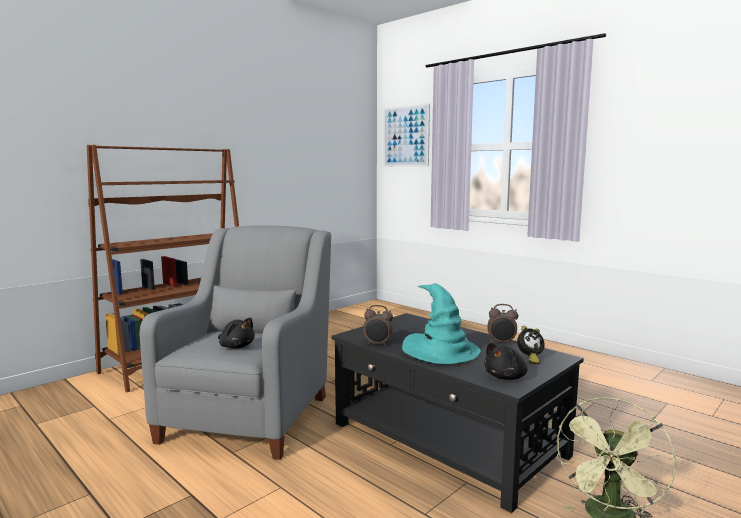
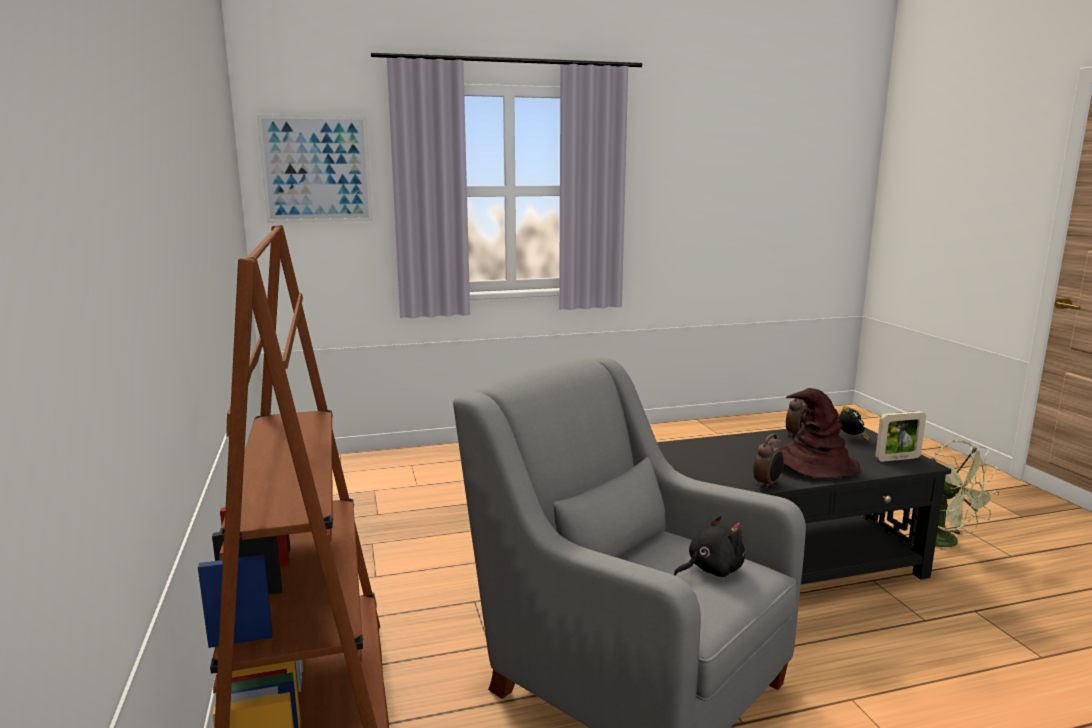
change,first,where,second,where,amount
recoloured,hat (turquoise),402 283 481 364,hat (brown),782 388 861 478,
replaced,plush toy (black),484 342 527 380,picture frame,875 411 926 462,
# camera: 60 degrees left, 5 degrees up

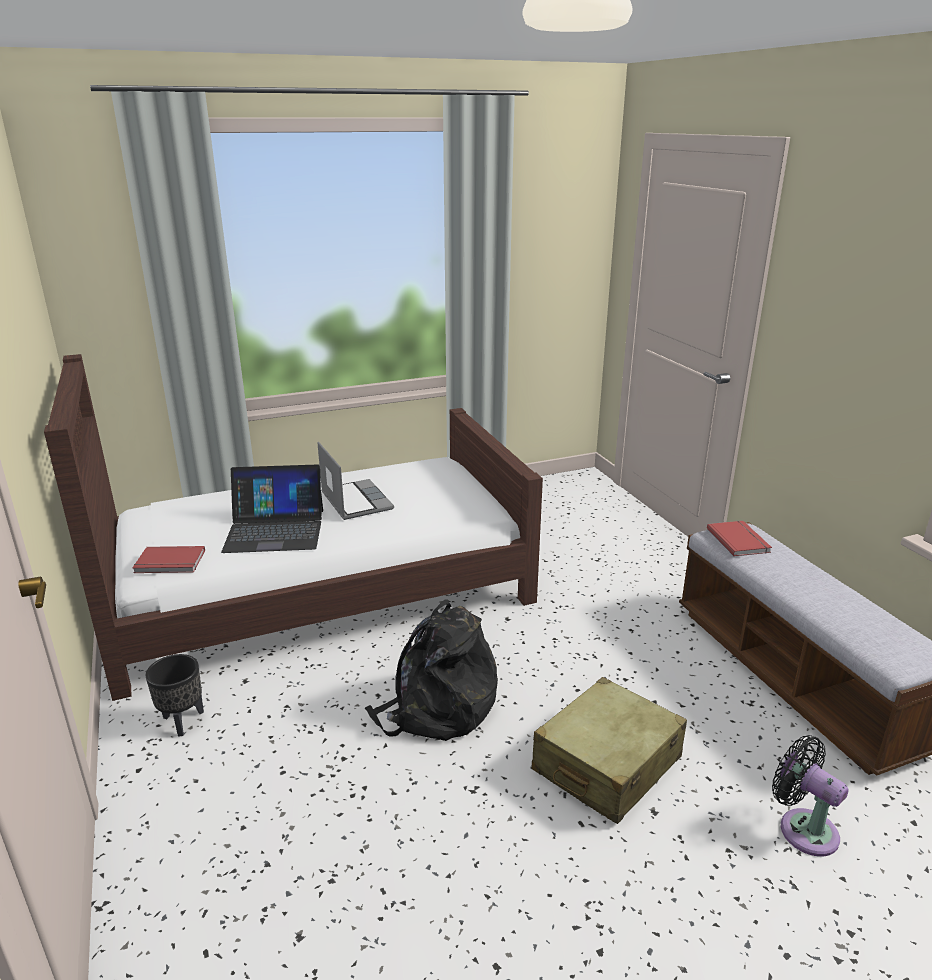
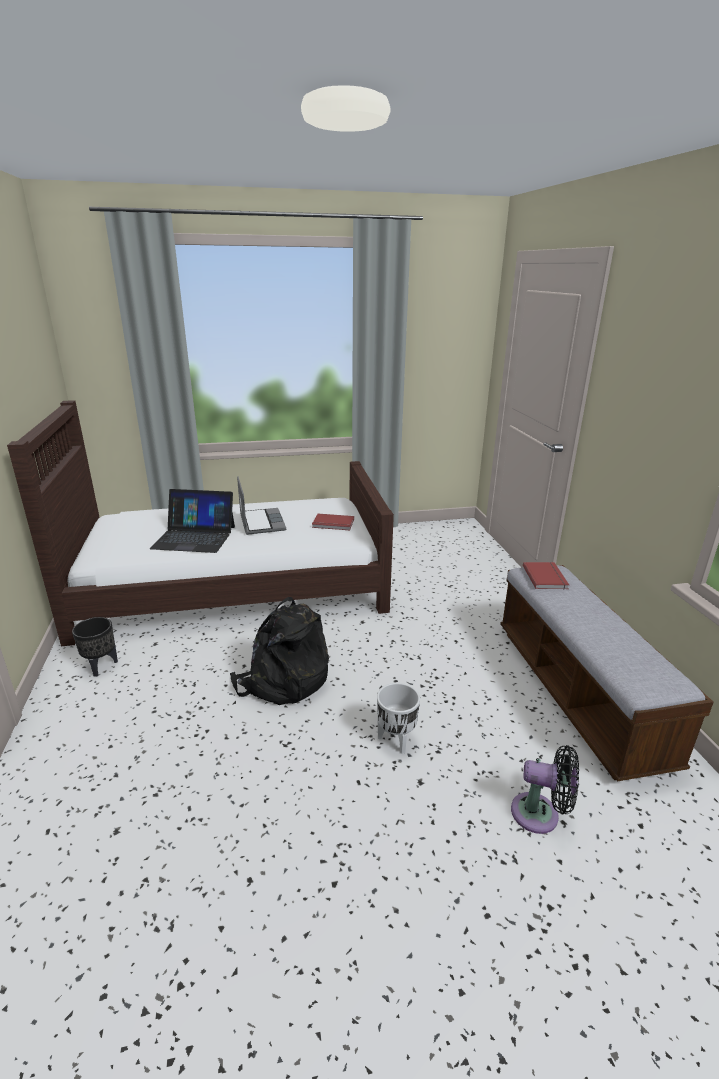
change,first,where,second,where,amount
moved,book (red),132 546 205 573,,312 514 354 530,
replaced,suitcase (beige),532 677 687 824,planter (white),377 683 420 754,
turned,fan (black),772 735 849 857,,511 745 579 834,135 degrees clockwise
# camera: 10 degrees right, 0 degrees up

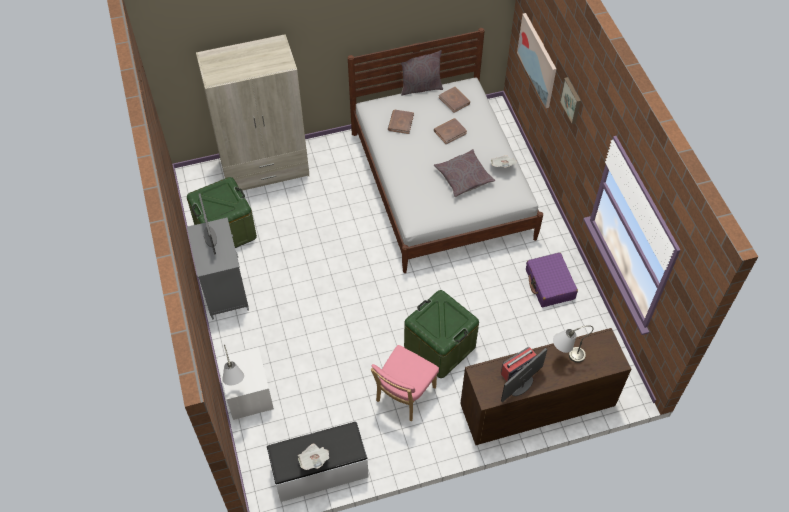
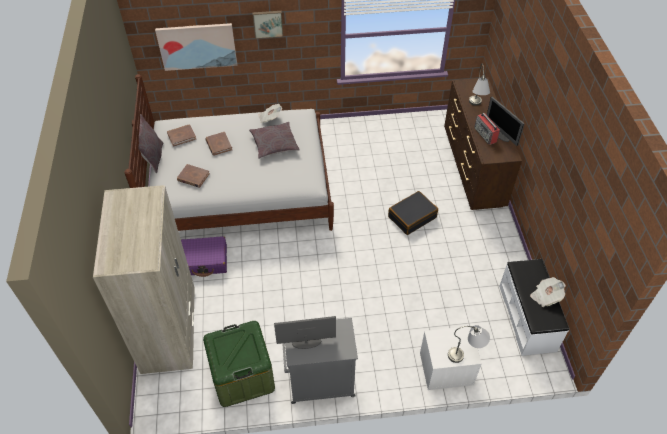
change,first,where,second,where,amount
removed,chair (pink),371 345 439 421,,,
replaced,storage box (green),404 290 479 378,suitcase (black),388 191 438 235,
moved,suitcase (purple),526 253 578 307,,181 236 227 277,
# camera: 80 degrees left, 5 degrees down

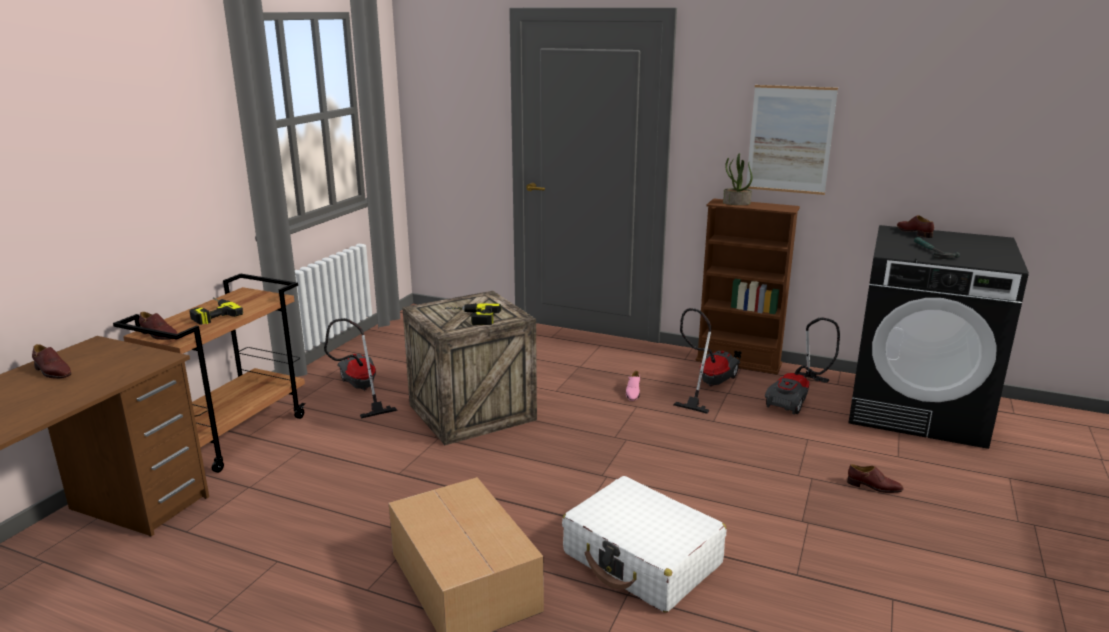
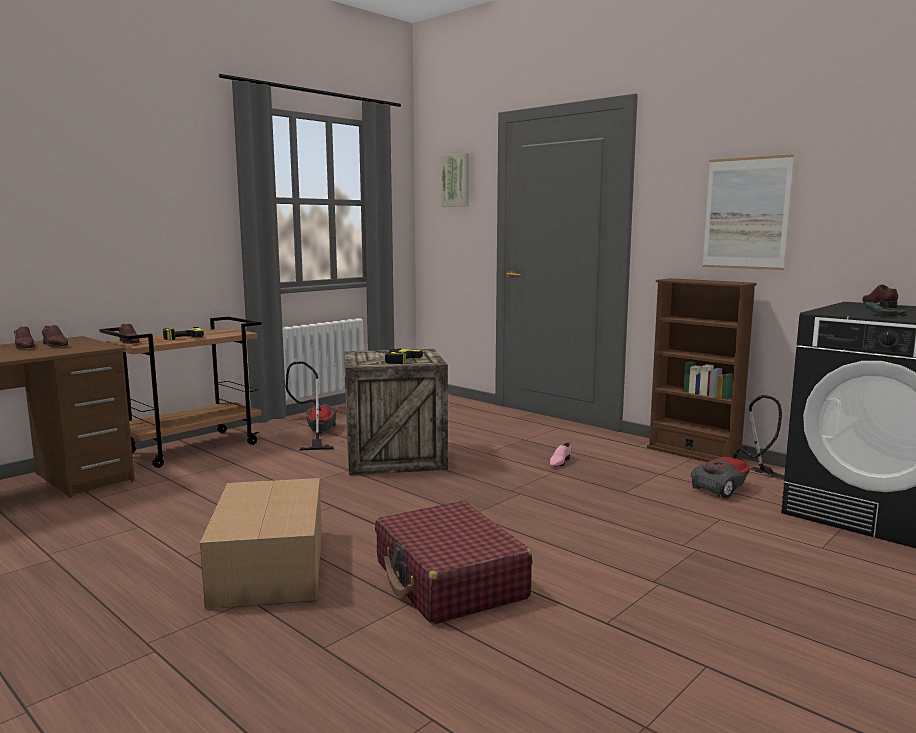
change,first,where,second,where,amount
recoloured,suitcase (white),562 476 726 612,suitcase (red),375 501 533 625,
removed,vacuum cleaner,673 308 740 414,,,
removed,potted plant,723 153 752 205,,,
moved,shoe (brown),847 464 904 493,,42 325 68 347,
added,,,picture,441 153 469 207,
# camera: 20 degrees right, 10 degrees down

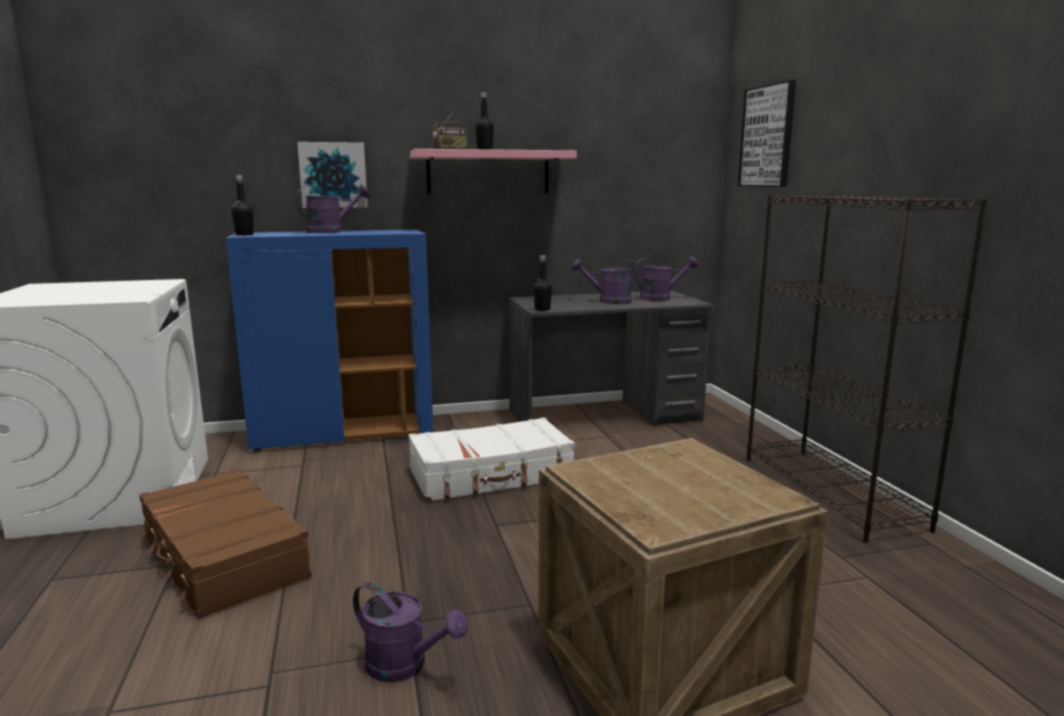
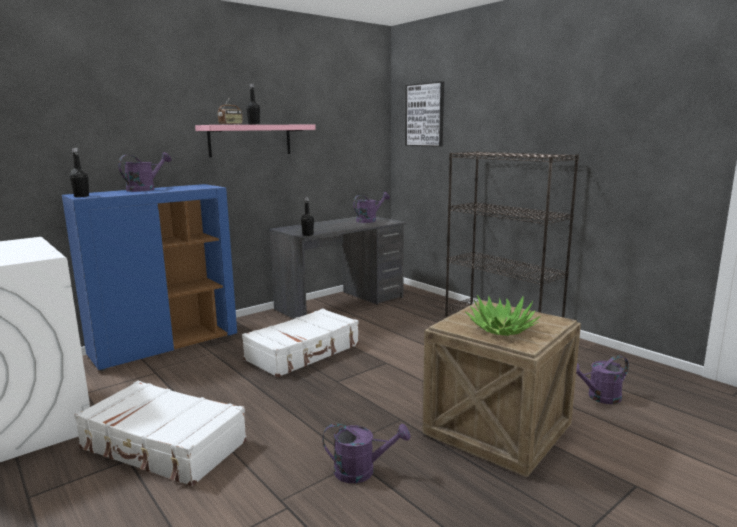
change,first,where,second,where,amount
recoloured,suitcase (brown),139 469 312 619,suitcase (white),74 381 247 486,
removed,picture,297 142 368 208,,,
moved,watering can (purple),572 259 641 304,,576 356 629 404,
added,,,potted plant,465 295 541 336,
# camera: 25 degrees left, 0 degrees up

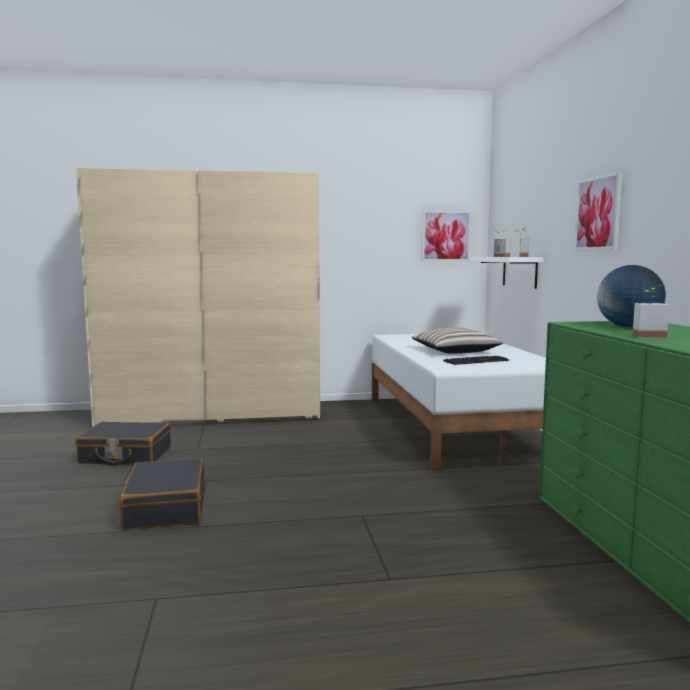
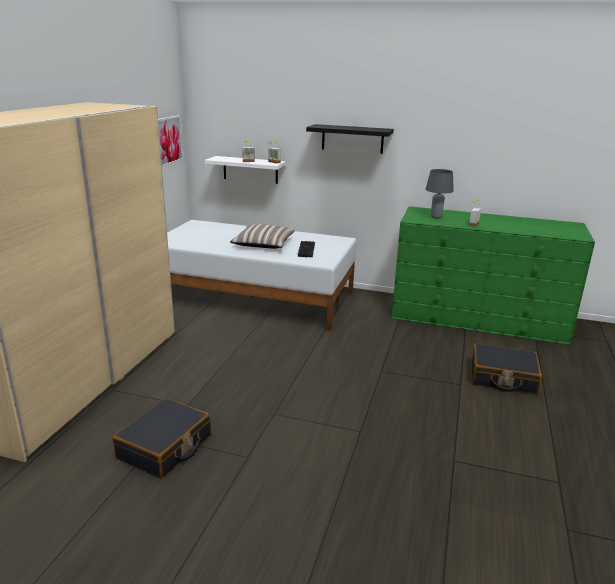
change,first,where,second,where,amount
moved,suitcase (black),120 458 205 530,,472 343 542 395,
replaced,picture,574 171 623 251,shelf (black),306 124 394 154,
replaced,globe,597 265 666 327,table lamp (grey),426 169 454 219,
# camera: 65 degrees left, 15 degrees up

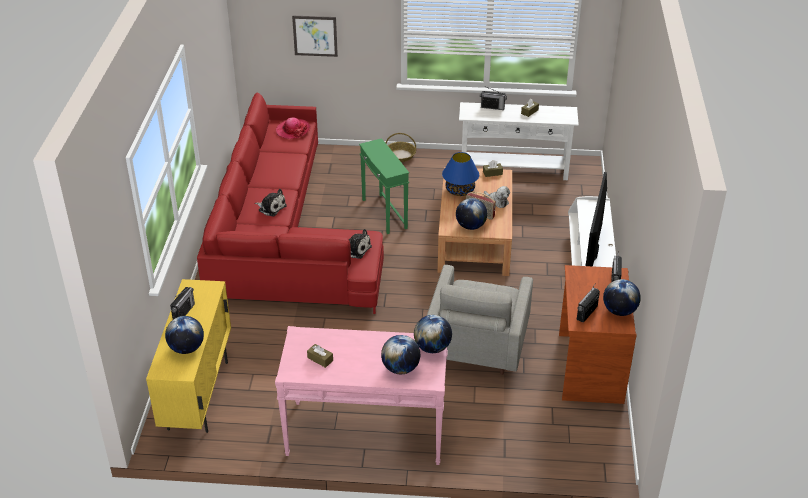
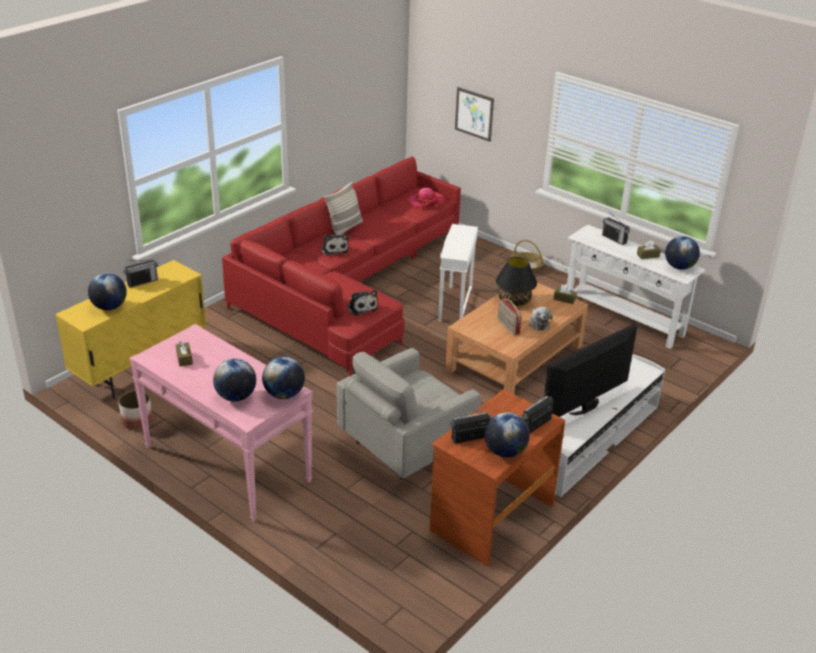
change,first,where,second,where,amount
recoloured,side table (green),359 138 409 234,side table (white),438 224 478 322,
recoloured,table lamp (blue),442 152 479 196,table lamp (black),496 257 537 306,
moved,globe,456 198 487 230,,665 236 700 270,
added,,,planter,118 390 153 430,
added,,,pillow,324 182 363 235,
# camera: 35 degrees right, 5 degrees down

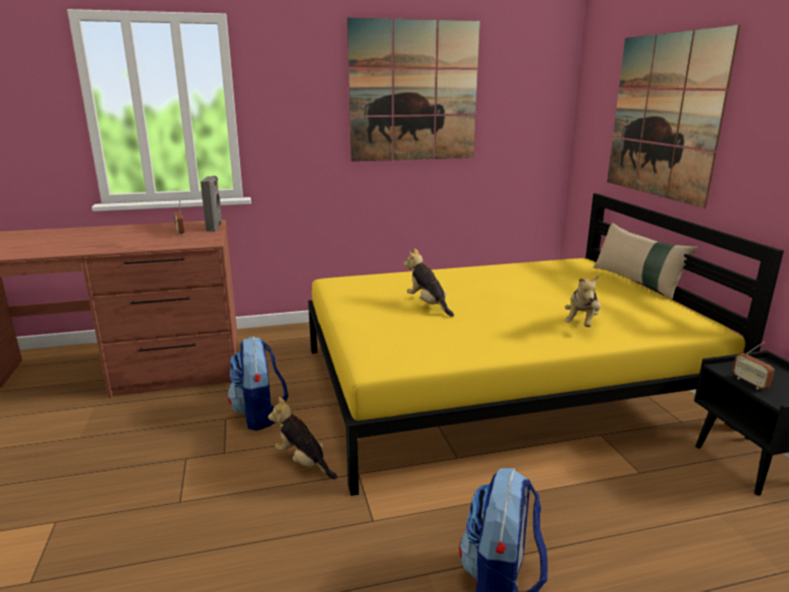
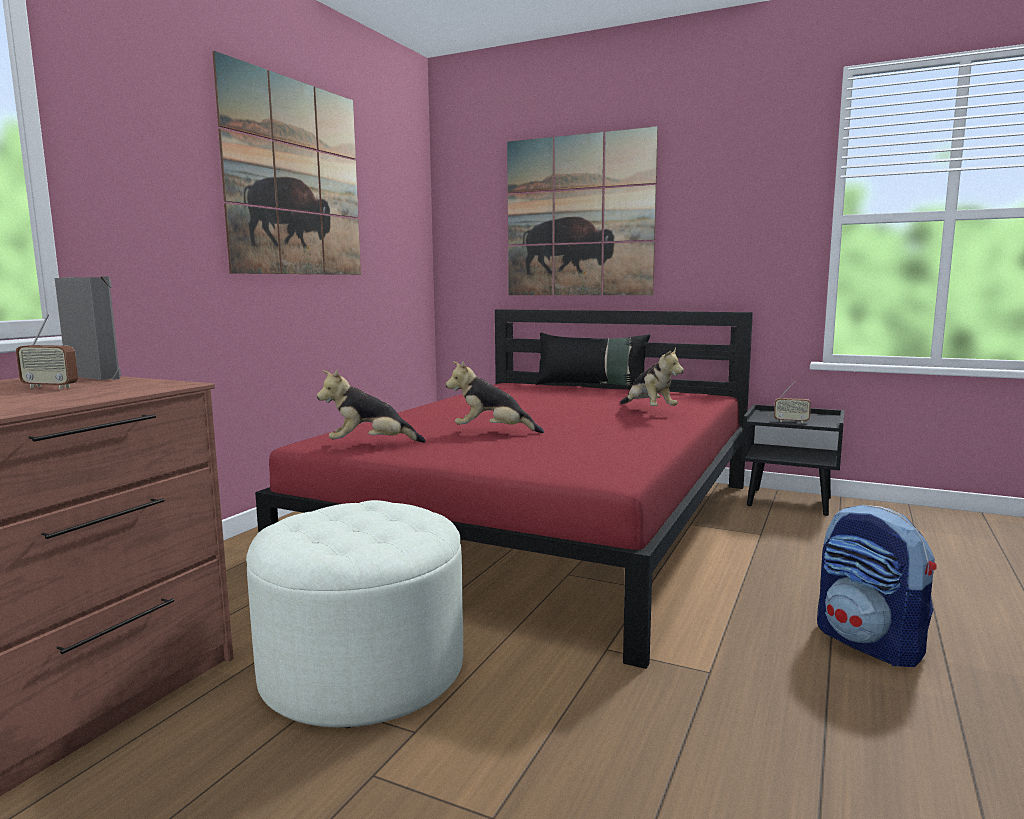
change,first,where,second,where,amount
replaced,backpack,228 336 288 431,ottoman (white),246 500 463 728,
moved,plush toy,268 397 337 479,,317 370 426 443,
recoloured,bed (yellow),308 193 784 496,bed (red),255 309 753 669,
recoloured,pillow (beige),594 223 697 300,pillow (black),536 333 650 387,
# camera: 50 degrees left, 10 degrees down

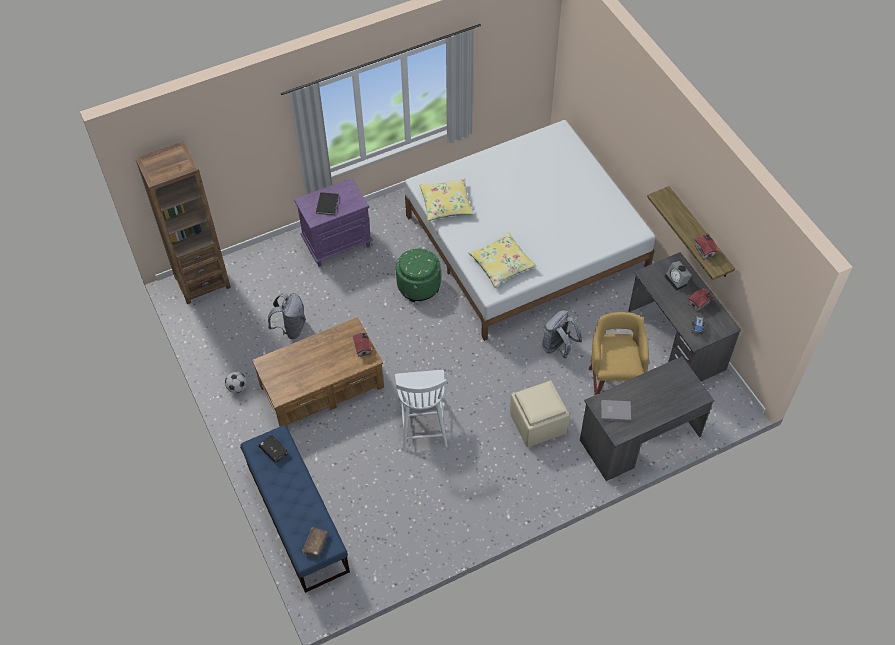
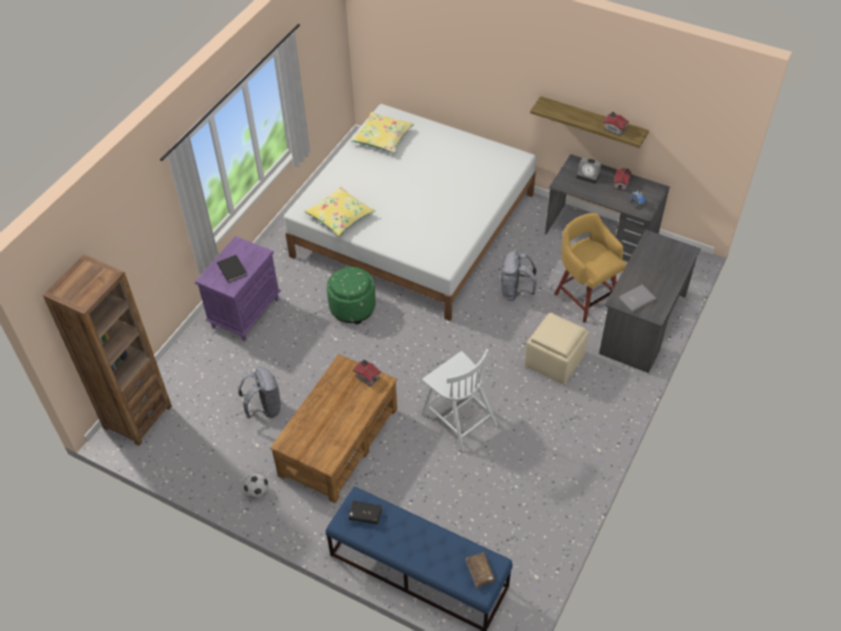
change,first,where,second,where,amount
moved,pillow (yellow),468 232 537 287,,351 112 414 153,
# camera: 35 degrees left, 5 degrees down

